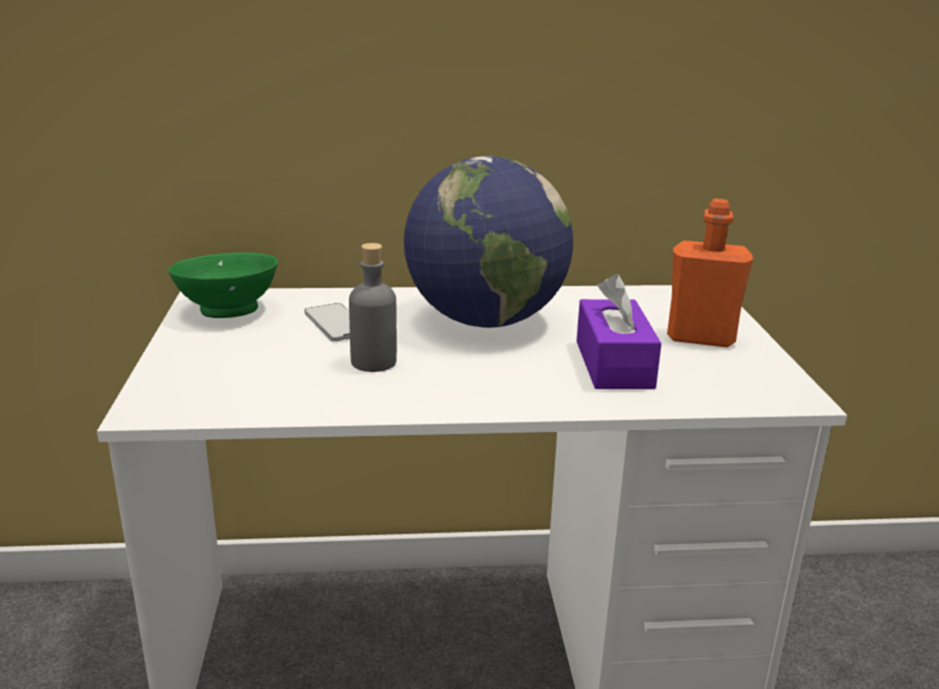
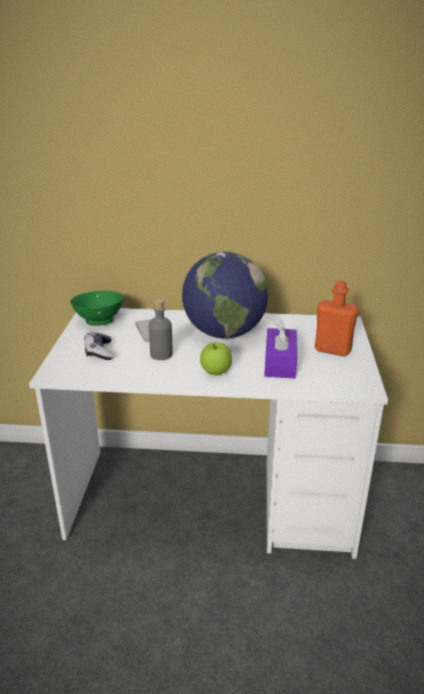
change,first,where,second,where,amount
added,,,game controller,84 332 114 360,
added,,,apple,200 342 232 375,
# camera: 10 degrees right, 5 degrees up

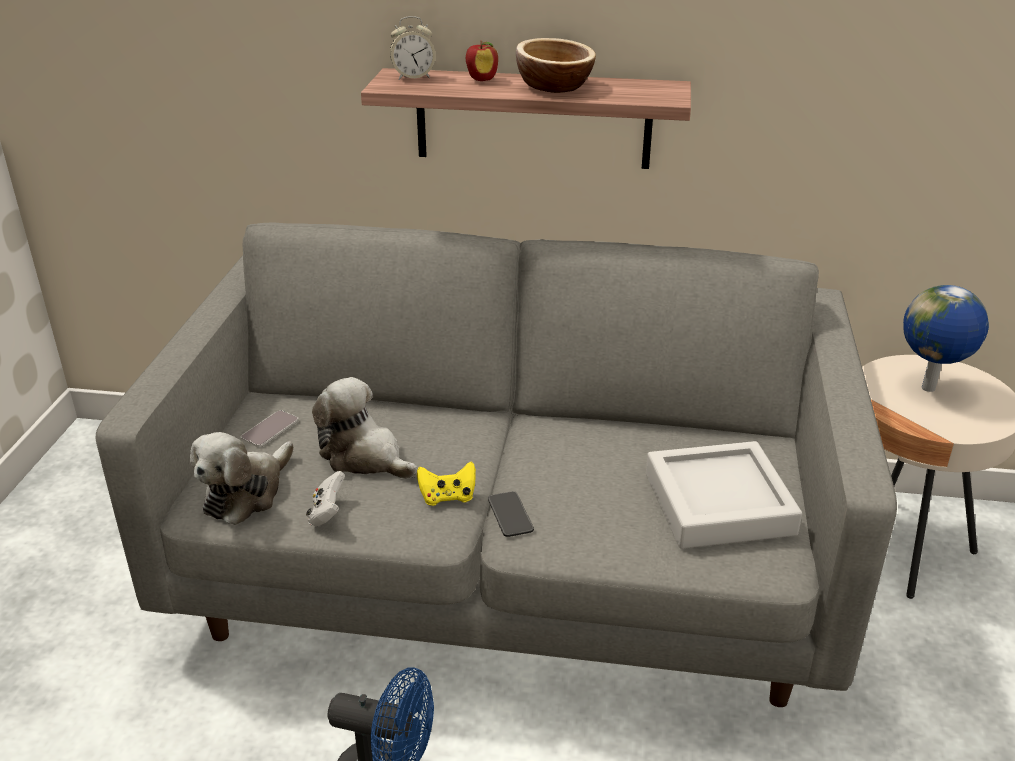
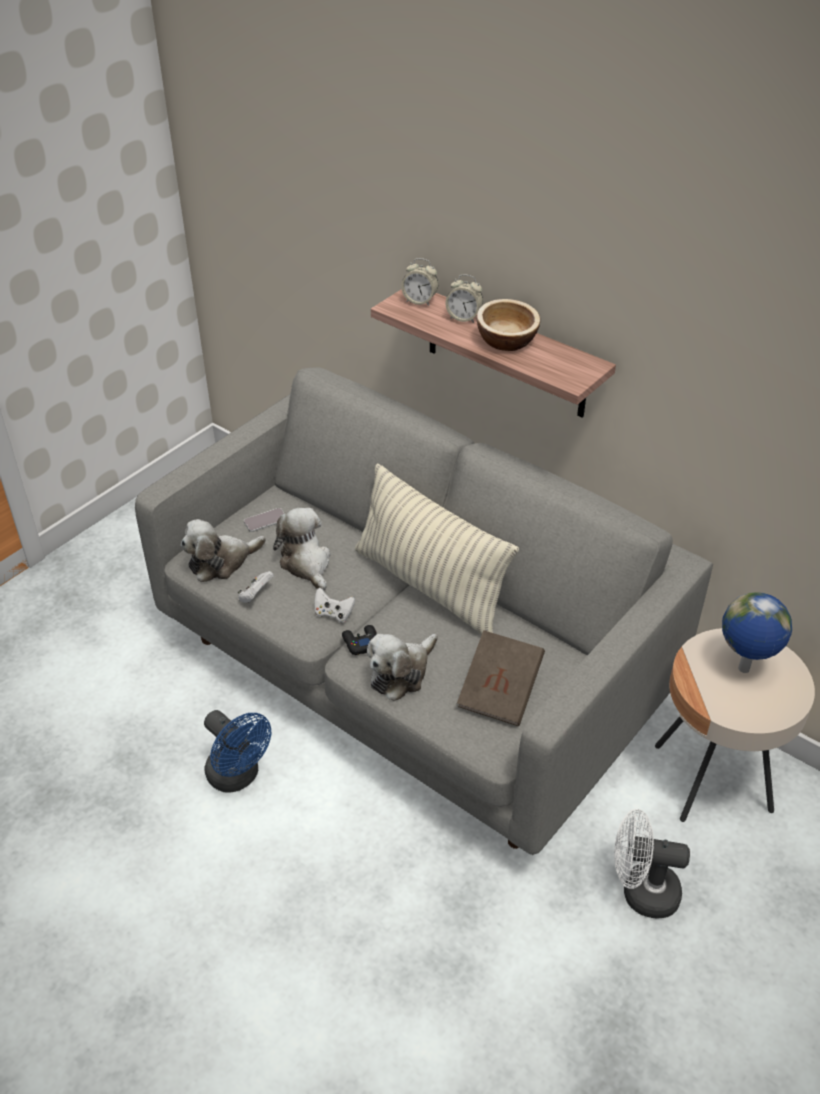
change,first,where,second,where,amount
recoloured,game controller (yellow),417 462 476 506,game controller (white),314 587 355 623,
replaced,apple,466 41 498 81,alarm clock,445 274 483 323,
replaced,phone,488 491 534 537,game controller (black),342 625 377 655,
replaced,tray (grey),646 441 802 549,book (brown),457 630 545 726,
added,,,pillow,355 463 519 635,
added,,,plush toy,367 634 438 701,
added,,,fan (white),614 809 690 919,
# camera: 30 degrees right, 10 degrees up

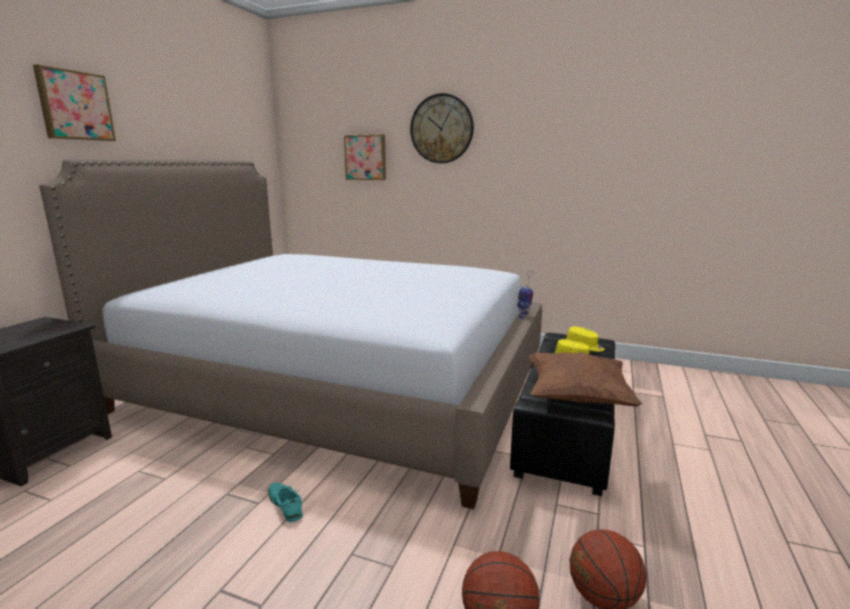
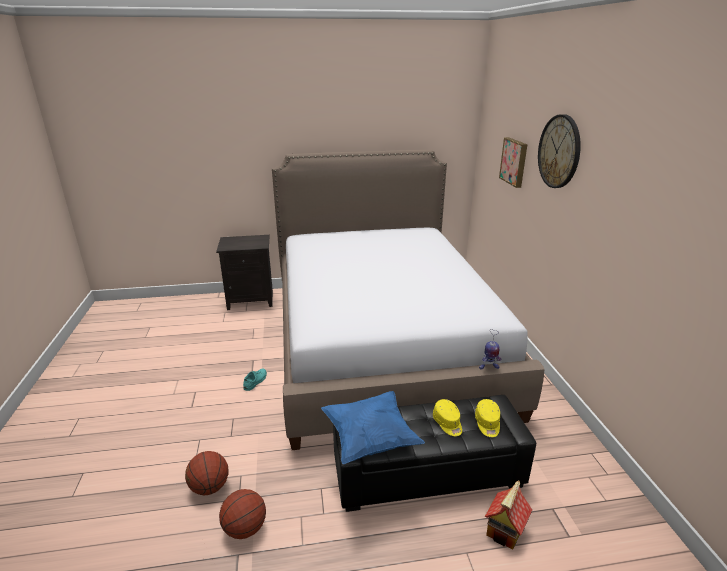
change,first,where,second,where,amount
removed,picture,33 64 116 141,,,
recoloured,pillow (brown),529 352 642 406,pillow (blue),321 391 425 464,
added,,,toy house,485 480 532 550,
# camera: 60 degrees right, 10 degrees up

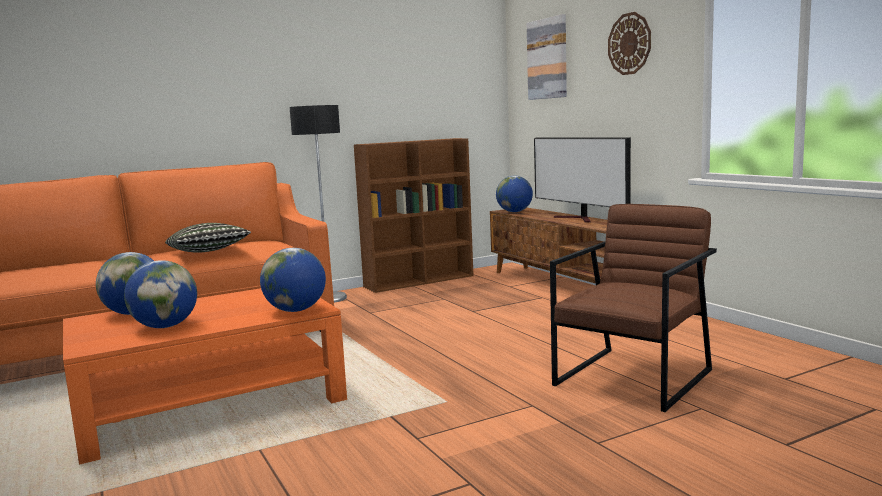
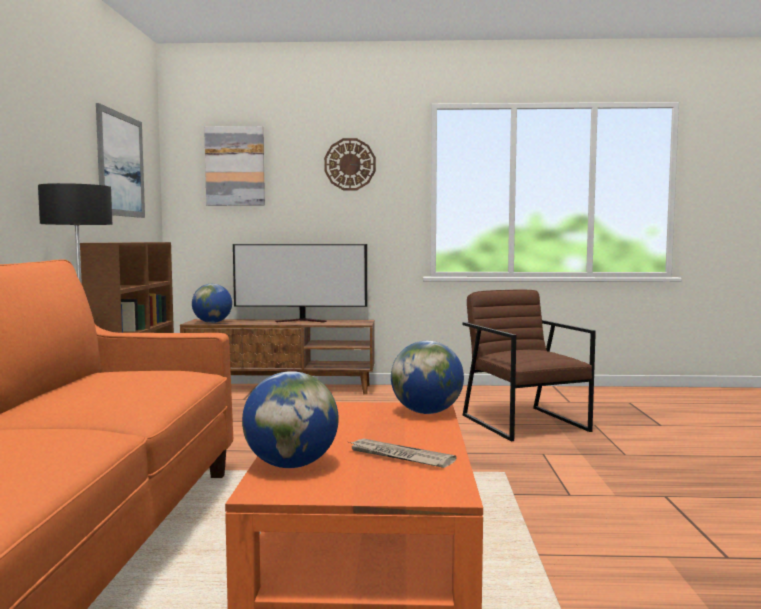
change,first,where,second,where,amount
replaced,globe,124 260 197 328,newspaper,349 438 456 468,
removed,pillow,165 223 251 253,,,
added,,,picture,96 103 145 218,
# camera: 60 degrees left, 5 degrees down

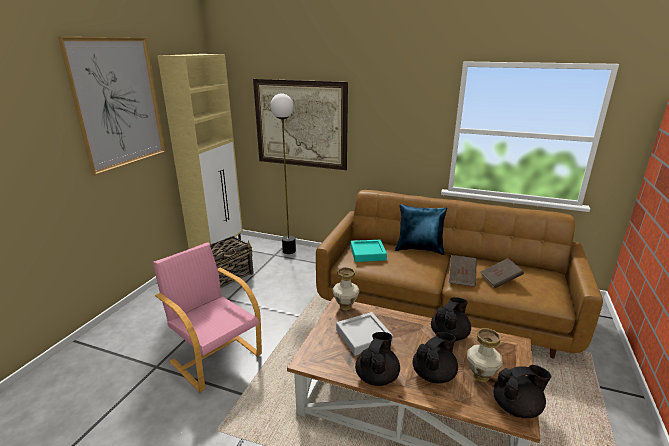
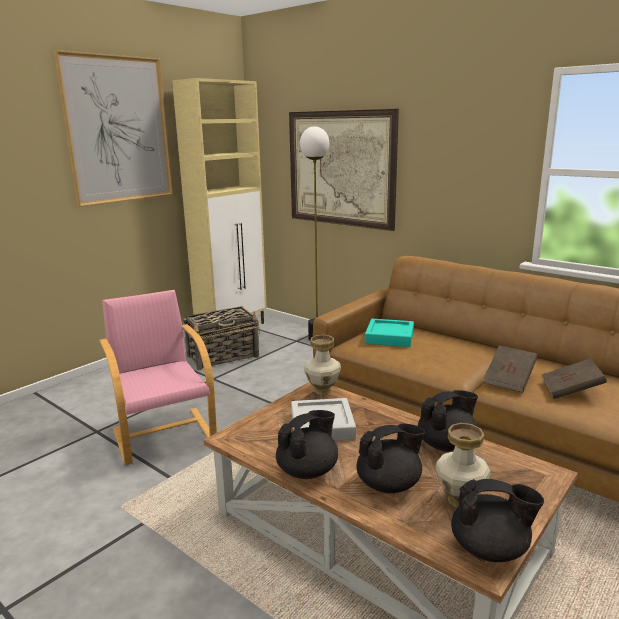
change,first,where,second,where,amount
removed,pillow (blue),395 204 447 255,,,
# camera: 20 degrees right, 5 degrees down

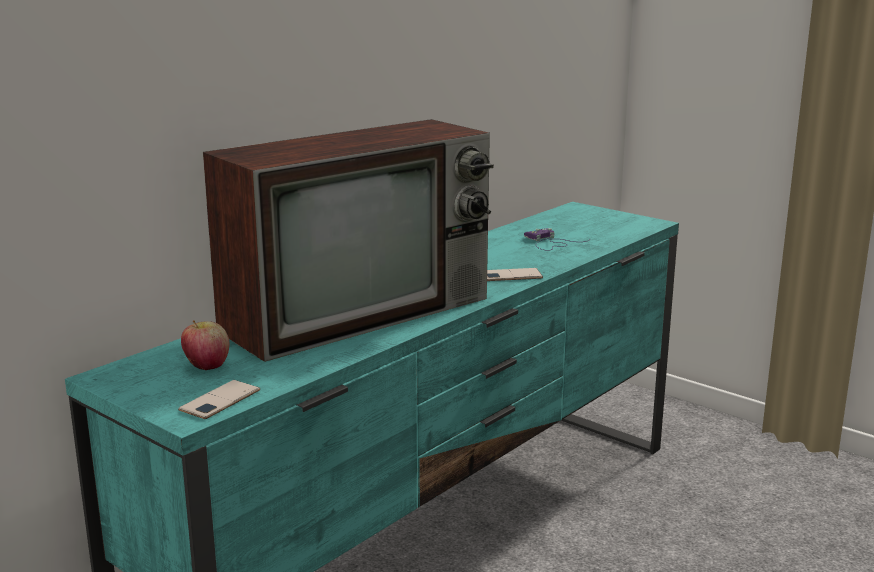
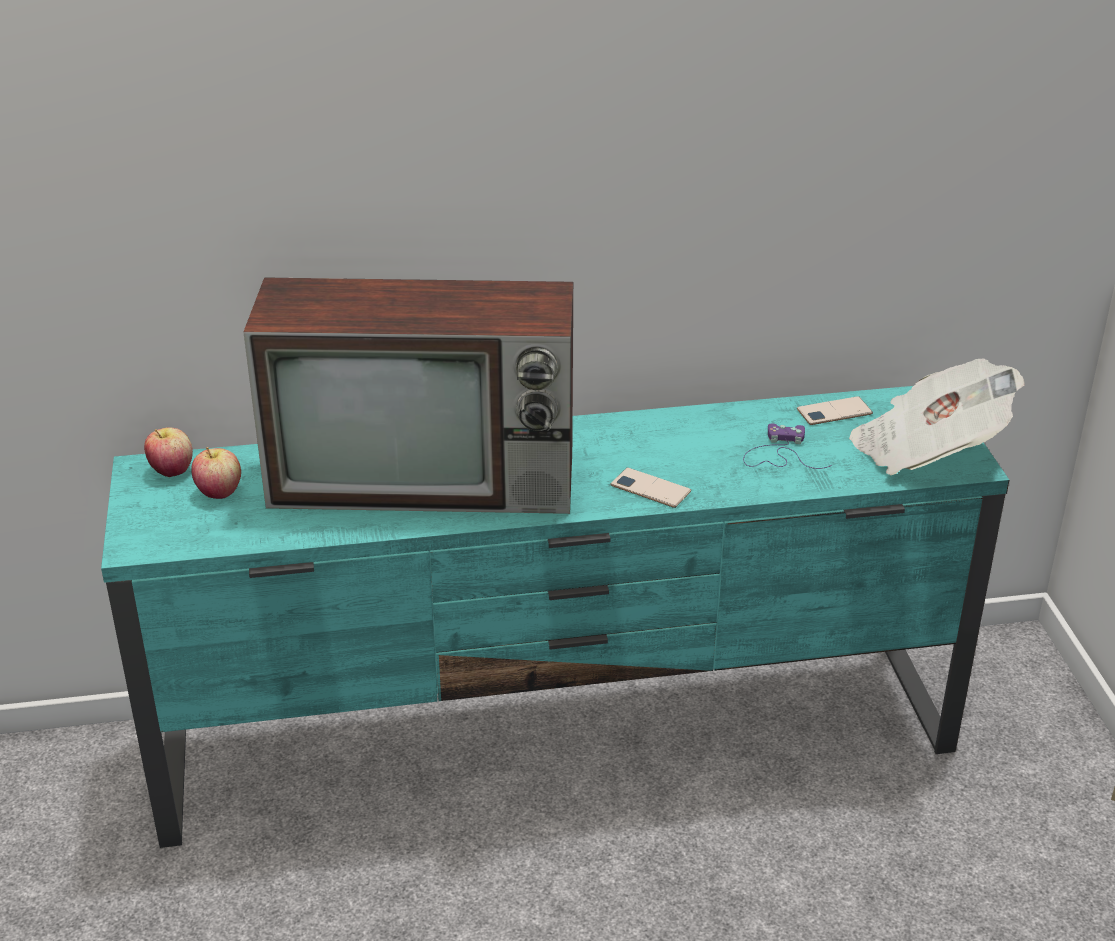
change,first,where,second,where,amount
moved,phone,178 380 260 419,,797 396 873 425,
added,,,apple,144 427 193 477,
added,,,newspaper,849 358 1025 475,
# camera: 40 degrees right, 15 degrees up

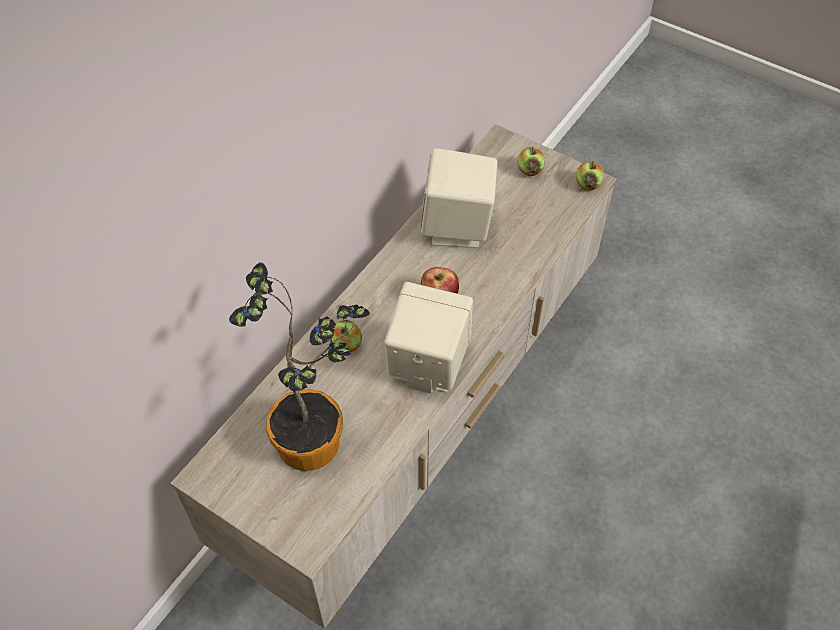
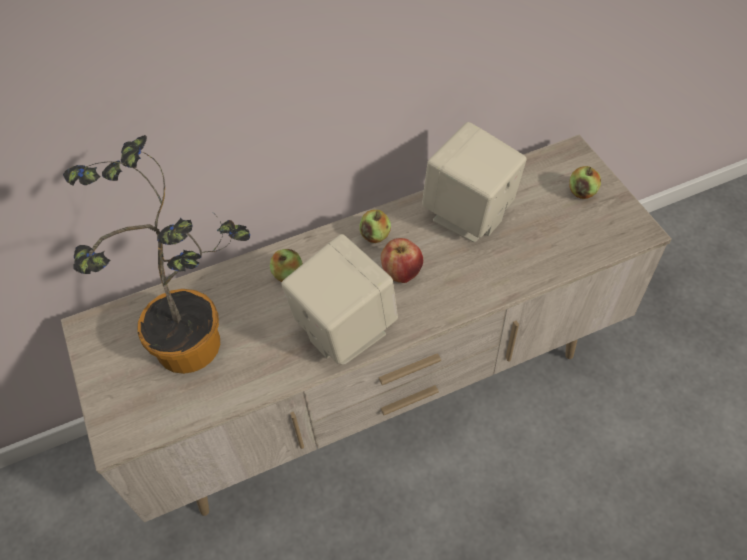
change,first,where,second,where,amount
moved,apple,576 161 604 191,,359 210 391 243,
# camera: 35 degrees right, 0 degrees up

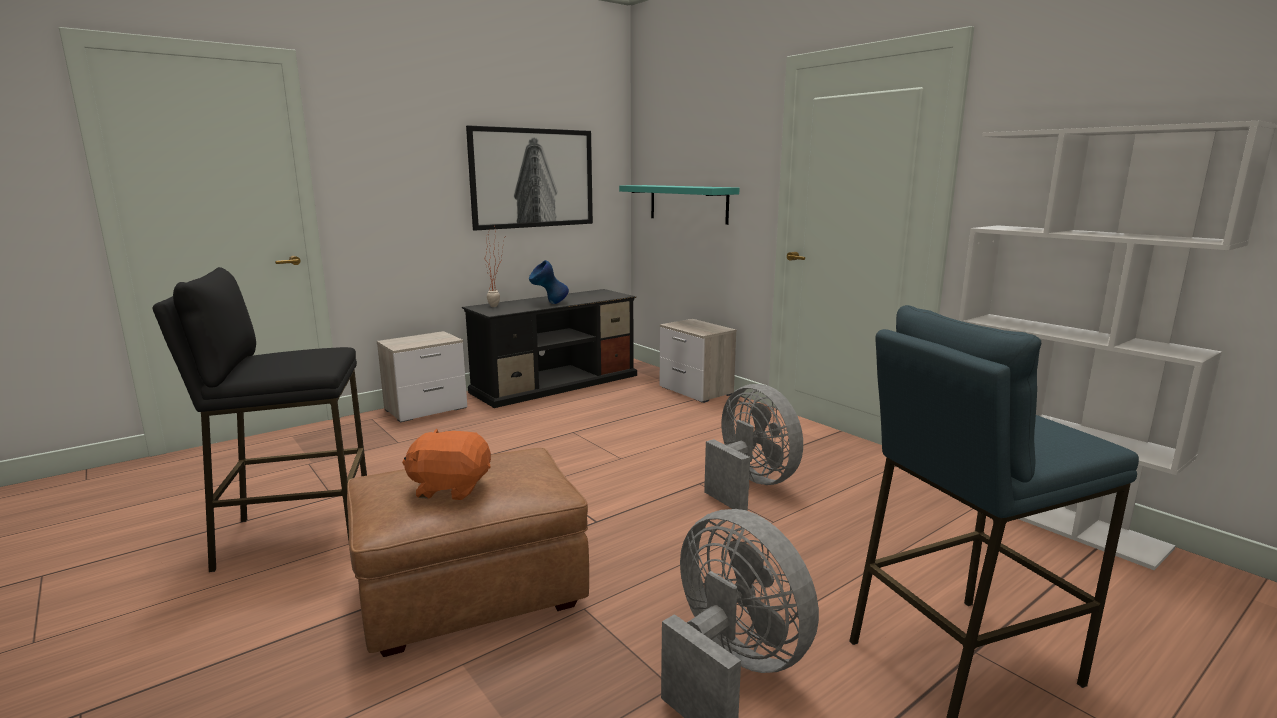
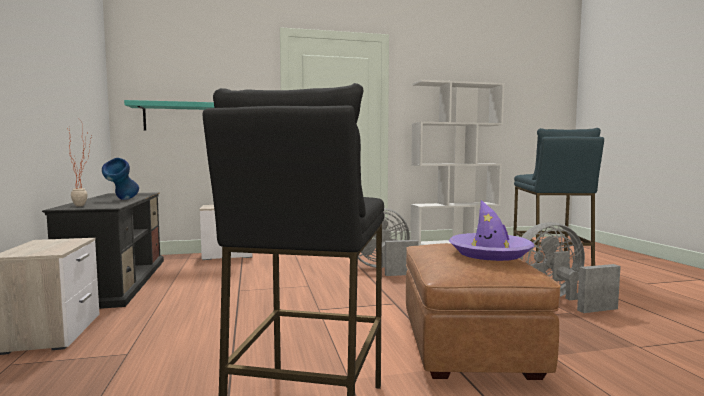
change,first,where,second,where,amount
replaced,plush toy (orange),402 429 491 500,hat (purple),448 200 534 261,
removed,picture,466 125 593 231,,,
# camera: 65 degrees left, 10 degrees down

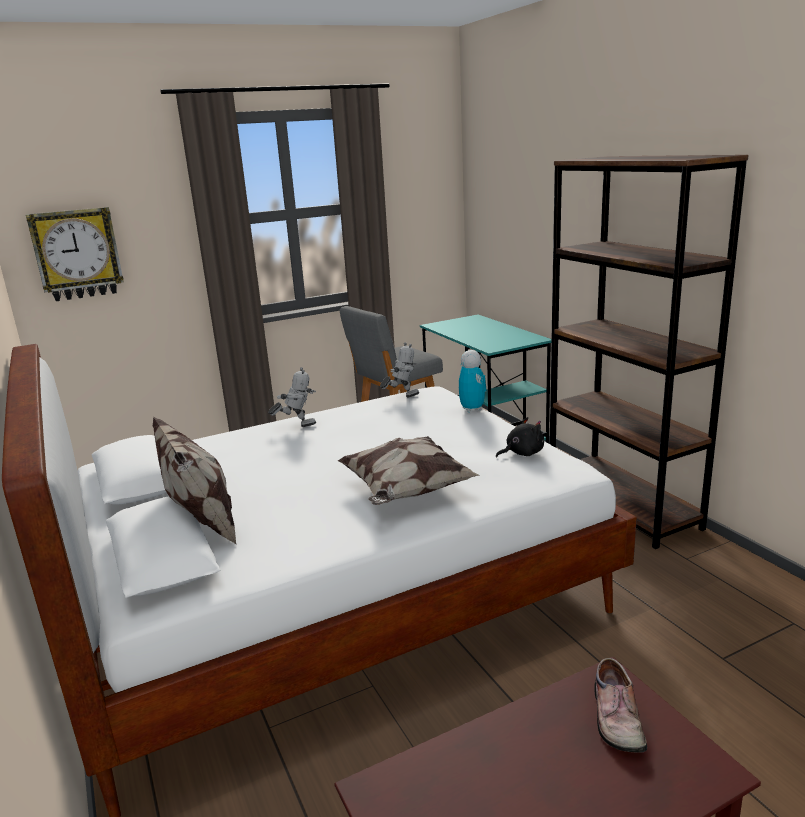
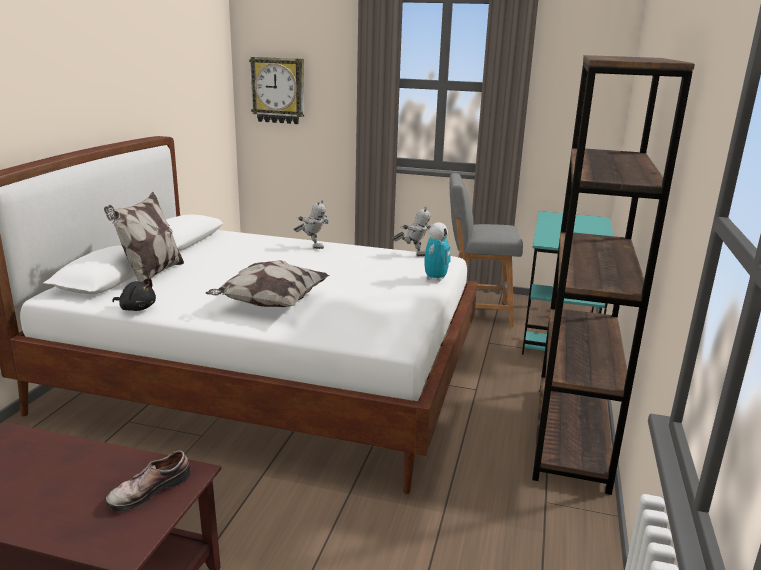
change,first,where,second,where,amount
moved,plush toy (black),496 417 544 458,,112 278 156 311,
# camera: 40 degrees right, 0 degrees up

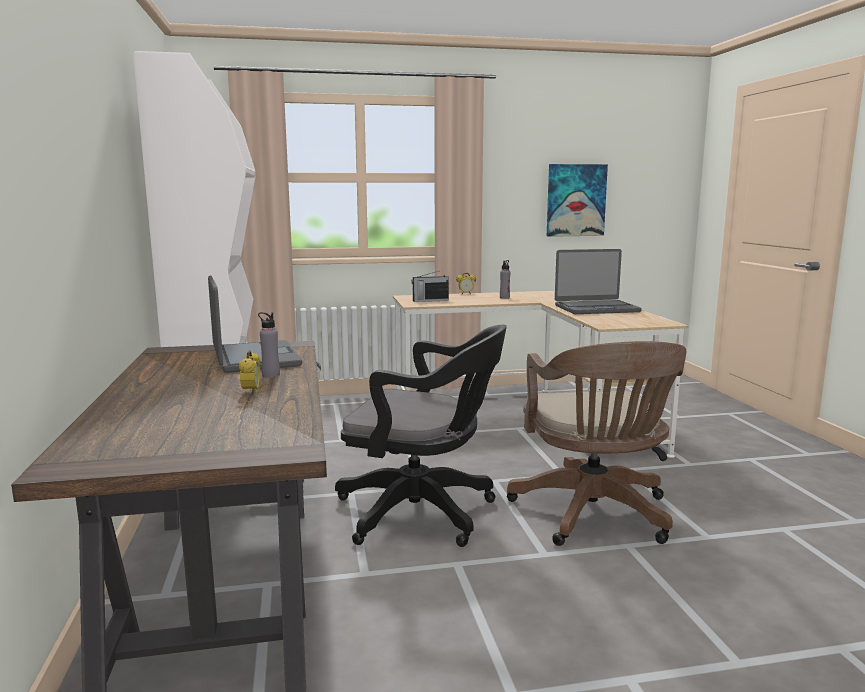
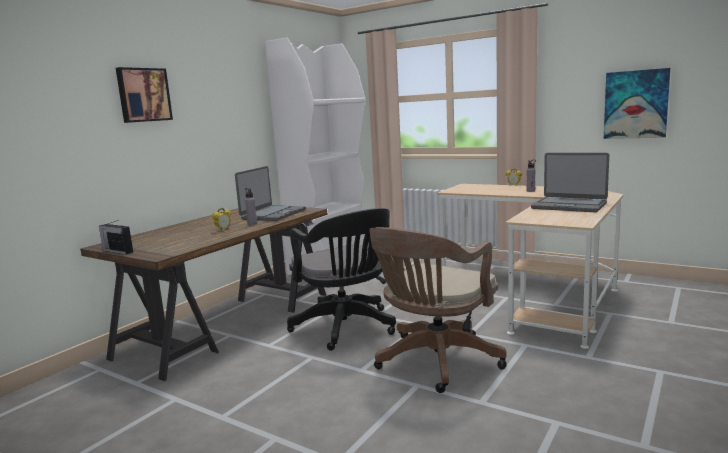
change,first,where,second,where,amount
moved,radio,411 271 449 302,,99 220 133 254,
added,,,picture,116 67 173 123,
# camera: 45 degrees right, 0 degrees up

